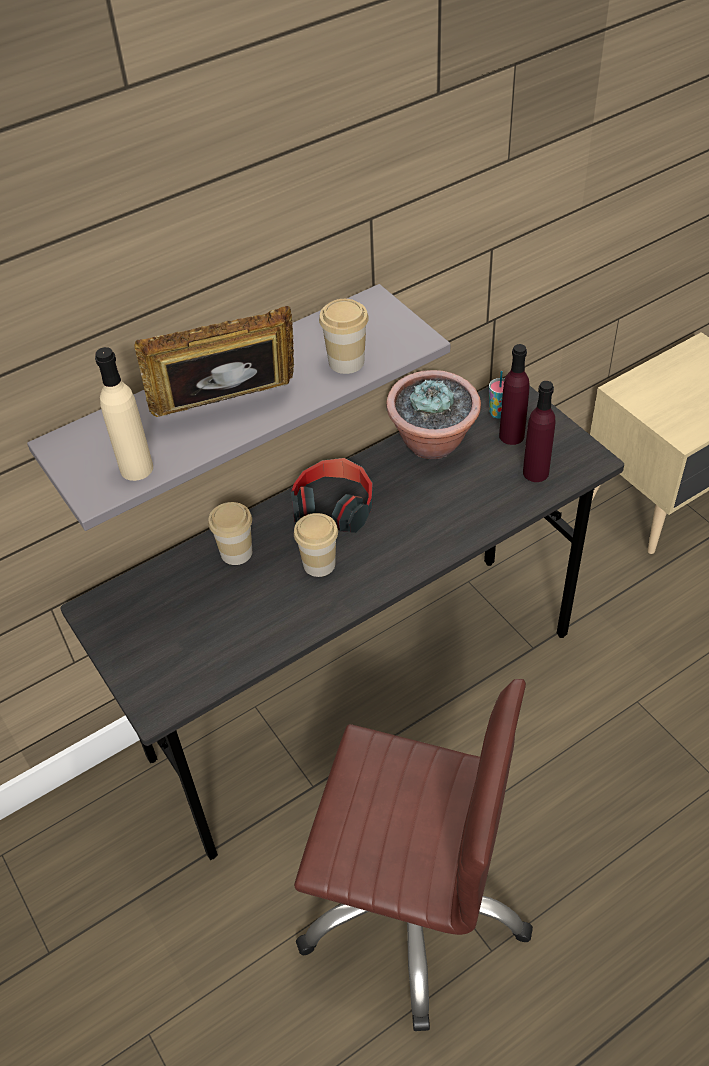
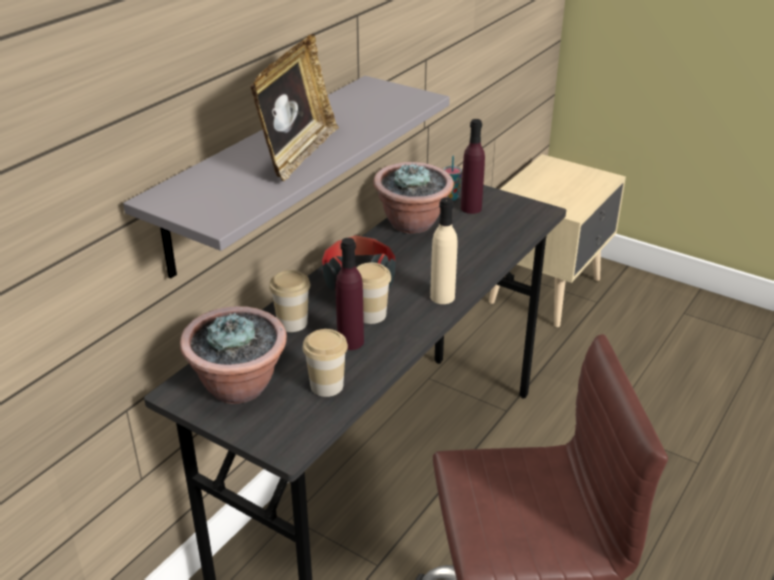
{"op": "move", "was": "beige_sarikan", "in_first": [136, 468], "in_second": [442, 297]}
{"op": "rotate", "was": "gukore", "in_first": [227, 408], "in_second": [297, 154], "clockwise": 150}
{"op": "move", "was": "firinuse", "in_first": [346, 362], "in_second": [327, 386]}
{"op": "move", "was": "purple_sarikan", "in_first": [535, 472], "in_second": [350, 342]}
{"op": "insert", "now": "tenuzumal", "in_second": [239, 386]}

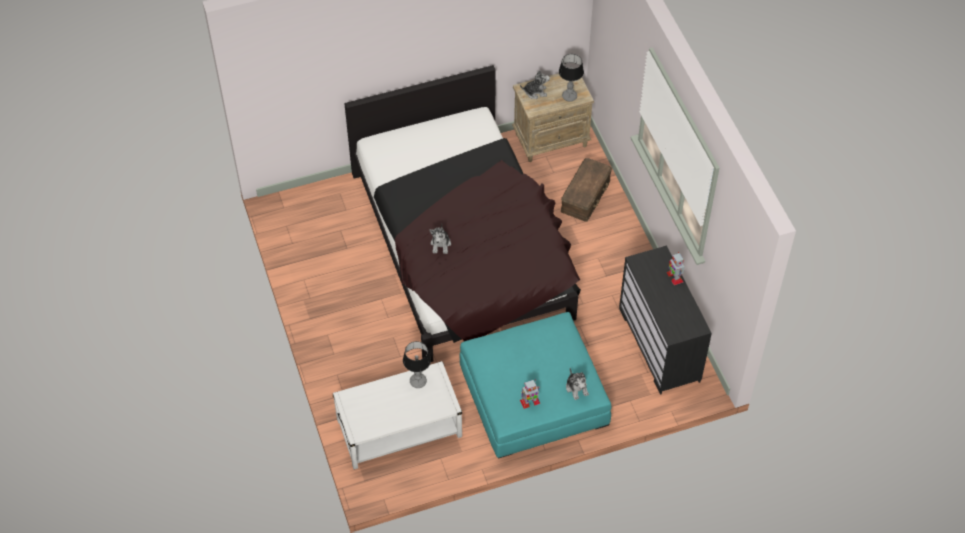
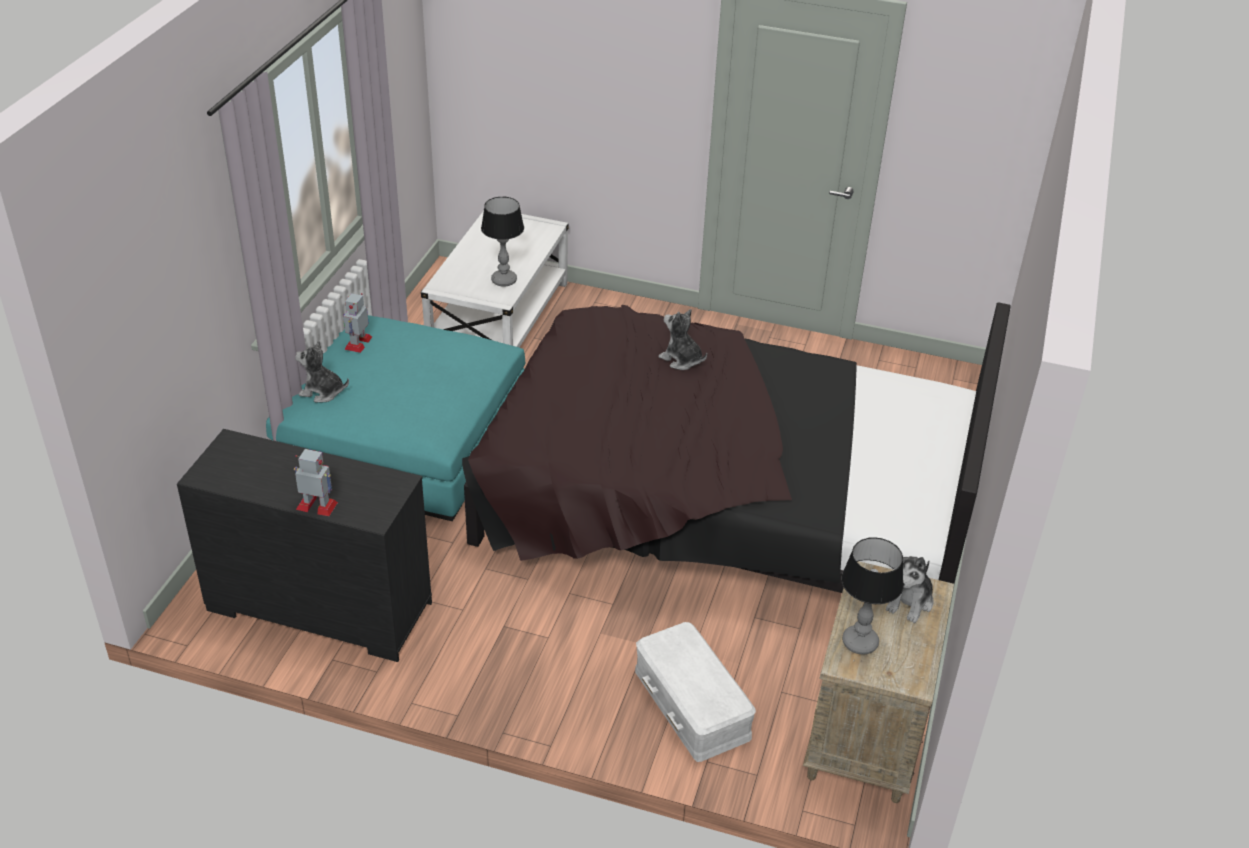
{"op": "recolor", "was": "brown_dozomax", "now": "white_dozomax", "in_first": [585, 195], "in_second": [693, 703]}

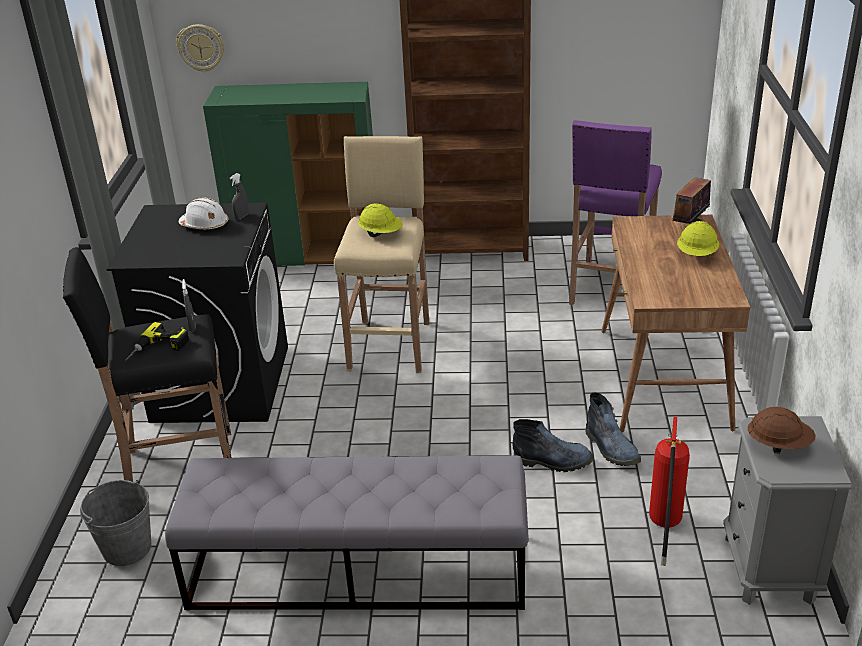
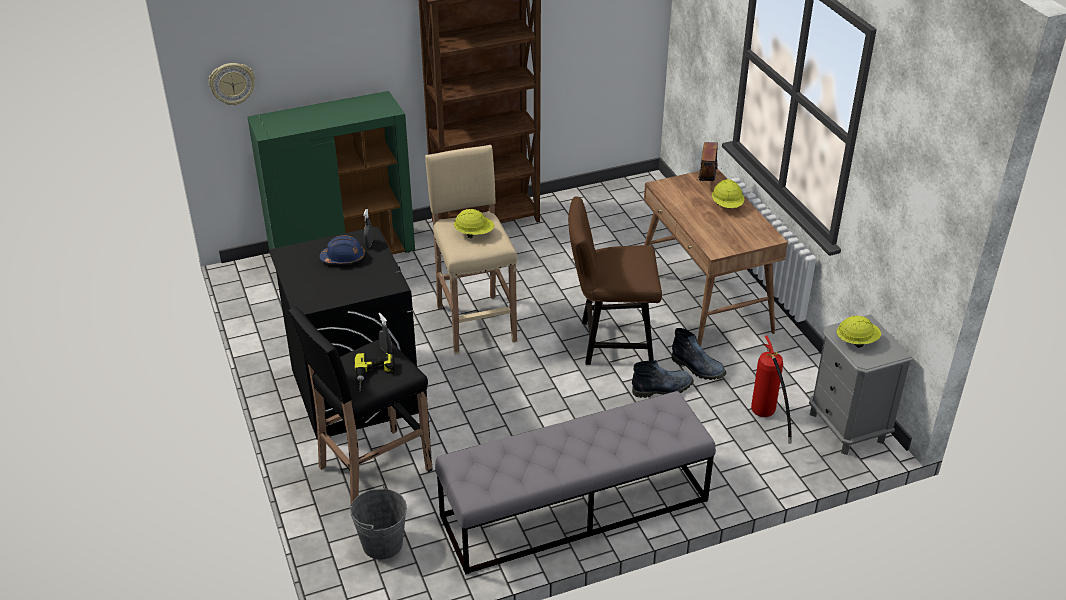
{"op": "recolor", "was": "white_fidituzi", "now": "blue_fidituzi", "in_first": [205, 225], "in_second": [343, 258]}
{"op": "delete", "was": "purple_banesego", "in_first": [609, 289]}
{"op": "recolor", "was": "brown_fidituzi", "now": "yellow_fidituzi", "in_first": [778, 445], "in_second": [856, 341]}
{"op": "insert", "now": "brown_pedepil", "in_second": [610, 342]}

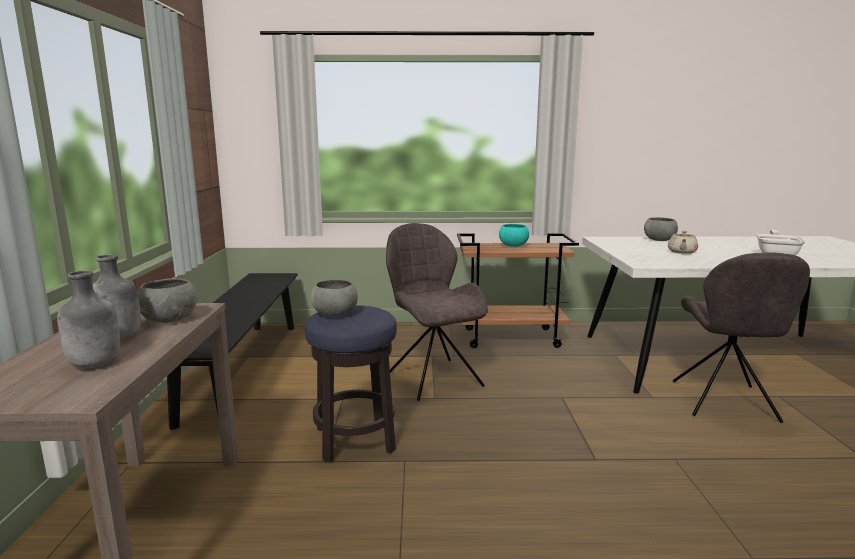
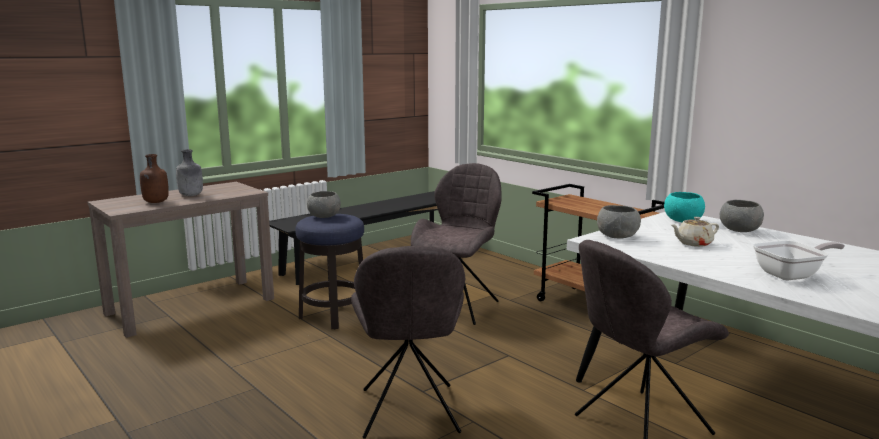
{"op": "recolor", "was": "grey_sarikan", "now": "brown_sarikan", "in_first": [95, 364], "in_second": [155, 202]}
{"op": "move", "was": "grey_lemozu", "in_first": [170, 319], "in_second": [617, 236]}
{"op": "move", "was": "turquoise_lemozu", "in_first": [513, 245], "in_second": [683, 220]}
{"op": "insert", "now": "grey_pedepil", "in_second": [409, 413]}

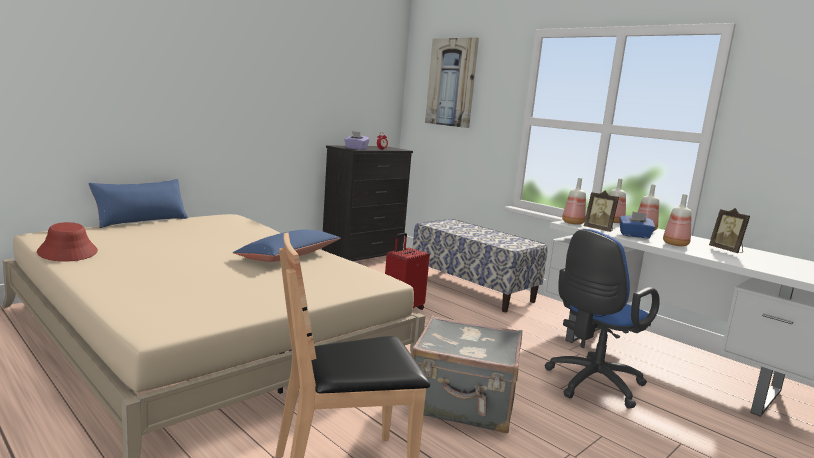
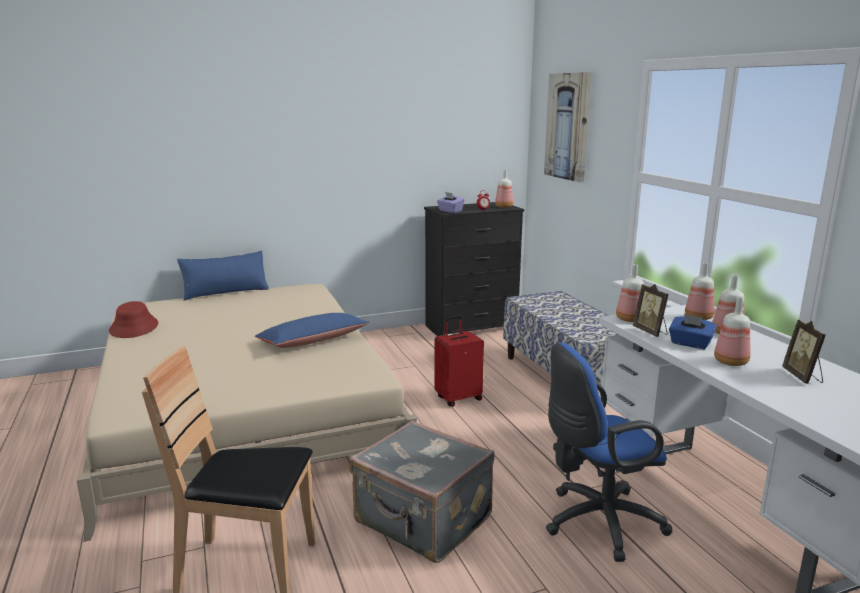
{"op": "insert", "now": "sarikan", "in_second": [504, 207]}

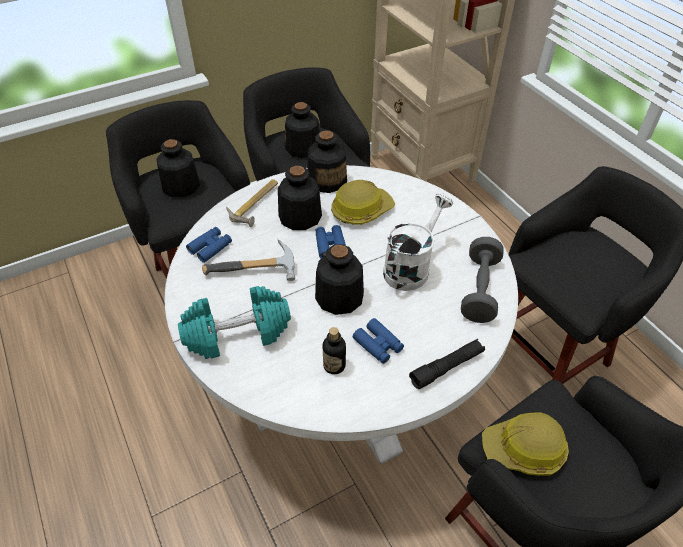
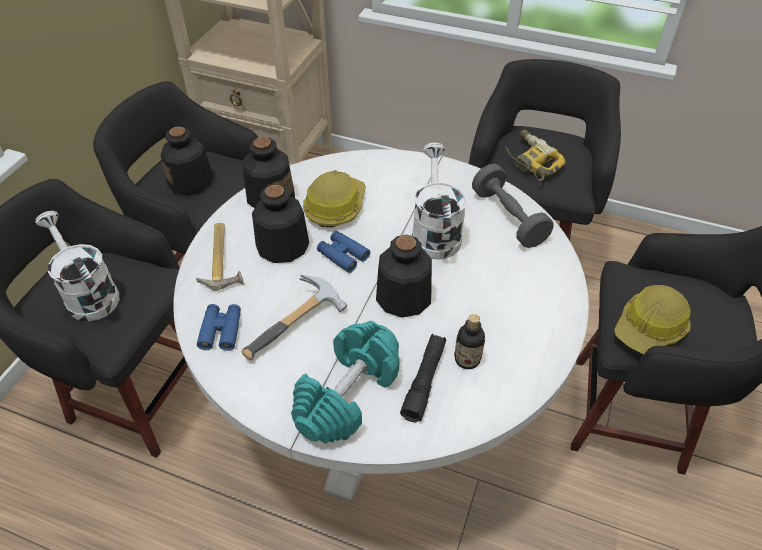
{"op": "replace", "was": "sarikan", "now": "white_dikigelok", "in_first": [181, 186], "in_second": [88, 294]}
{"op": "delete", "was": "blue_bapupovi", "in_first": [378, 345]}
{"op": "move", "was": "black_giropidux", "in_first": [447, 367], "in_second": [424, 381]}
{"op": "insert", "now": "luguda", "in_second": [530, 161]}

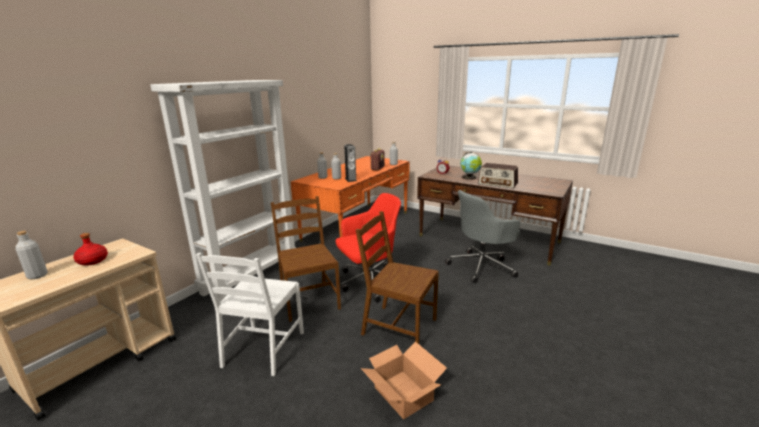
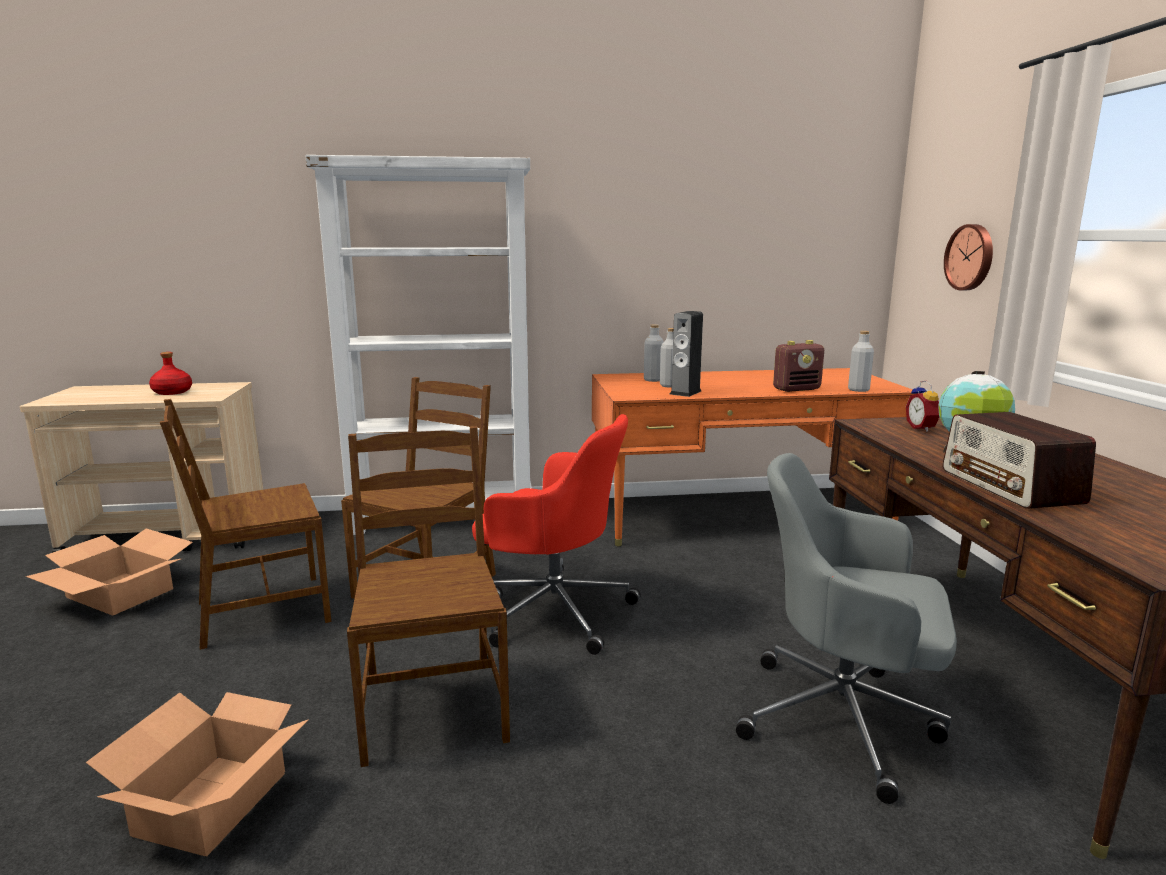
{"op": "delete", "was": "grey_sarikan", "in_first": [37, 275]}
{"op": "recolor", "was": "white_pedepil", "now": "brown_pedepil", "in_first": [263, 349], "in_second": [262, 611]}
{"op": "insert", "now": "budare", "in_second": [120, 593]}
{"op": "insert", "now": "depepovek", "in_second": [971, 257]}

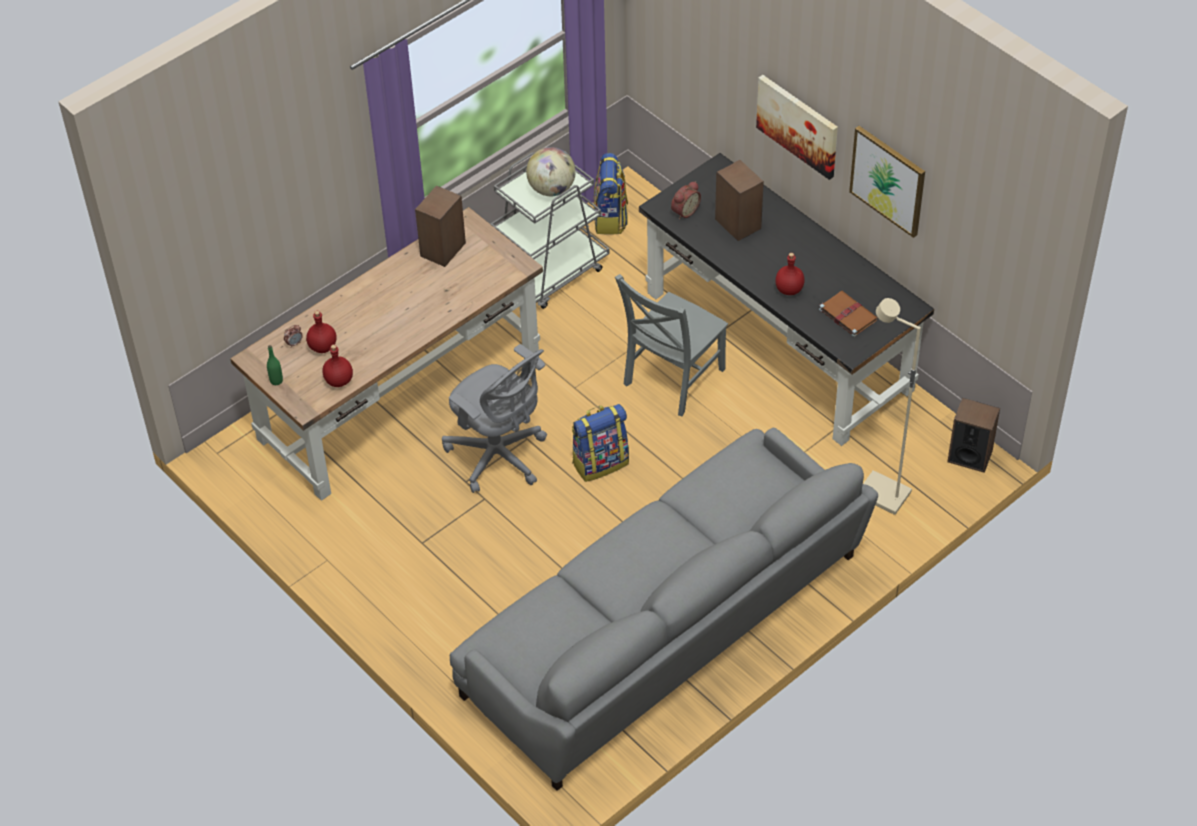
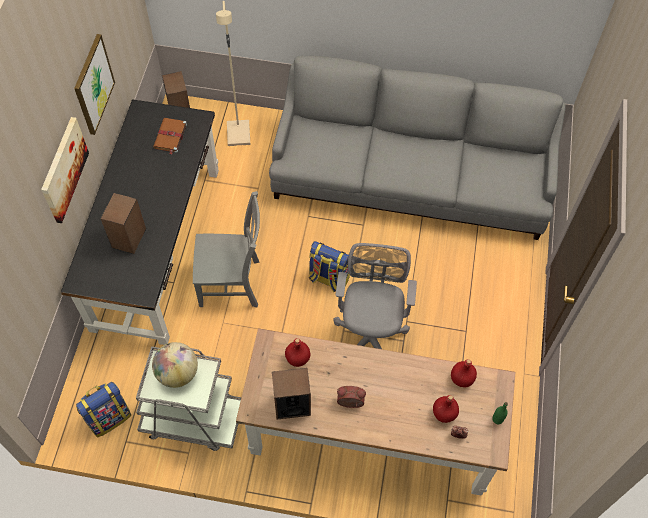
{"op": "move", "was": "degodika", "in_first": [684, 211], "in_second": [350, 403]}
{"op": "move", "was": "red_sarikan", "in_first": [788, 289], "in_second": [297, 358]}

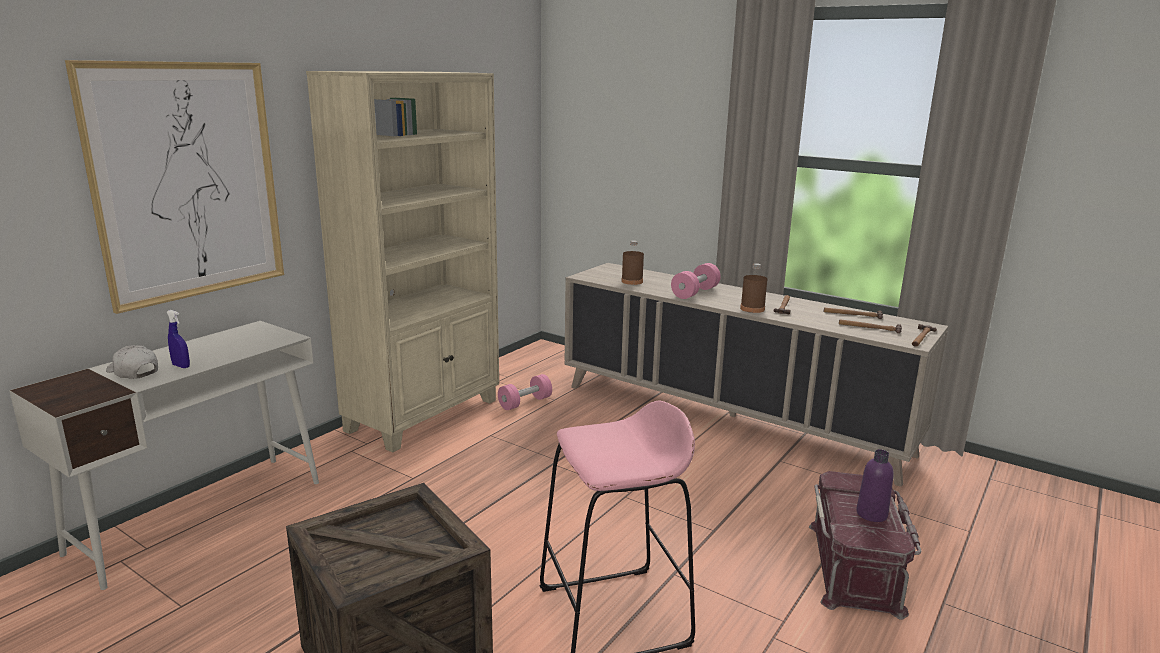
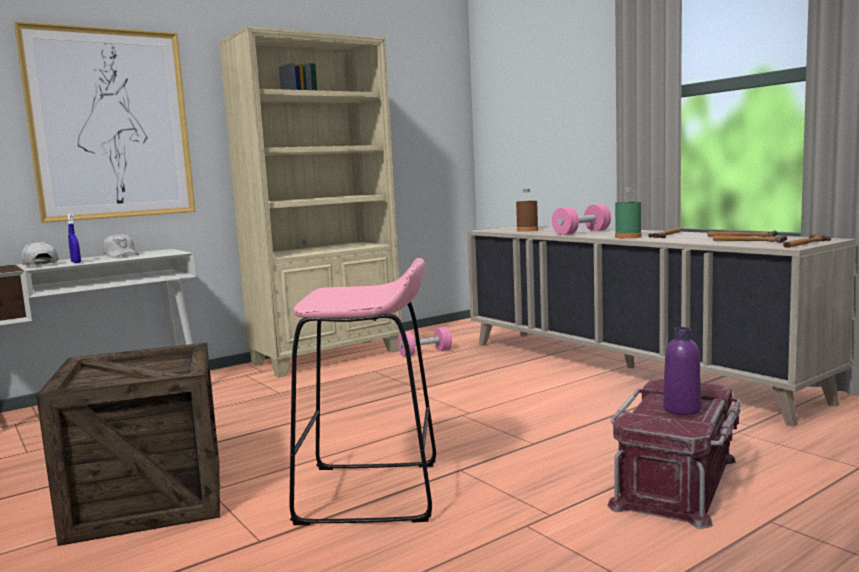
{"op": "recolor", "was": "brown_sarikan", "now": "green_sarikan", "in_first": [752, 309], "in_second": [628, 237]}
{"op": "insert", "now": "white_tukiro", "in_second": [121, 255]}

